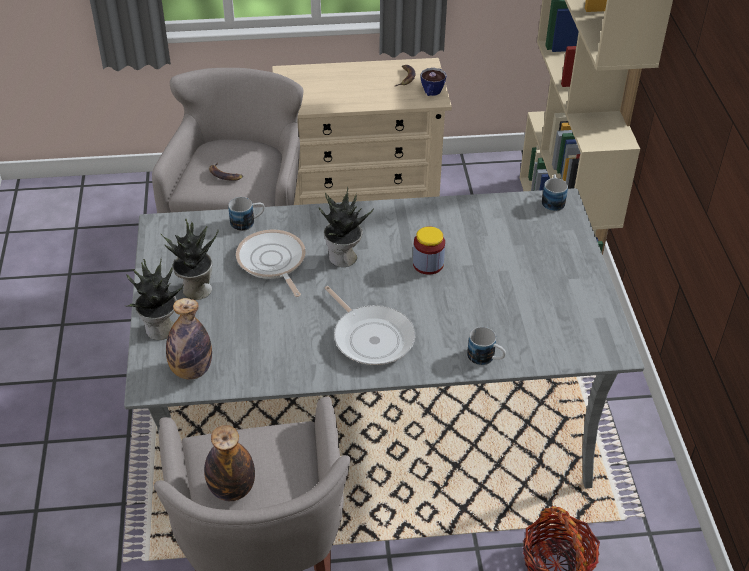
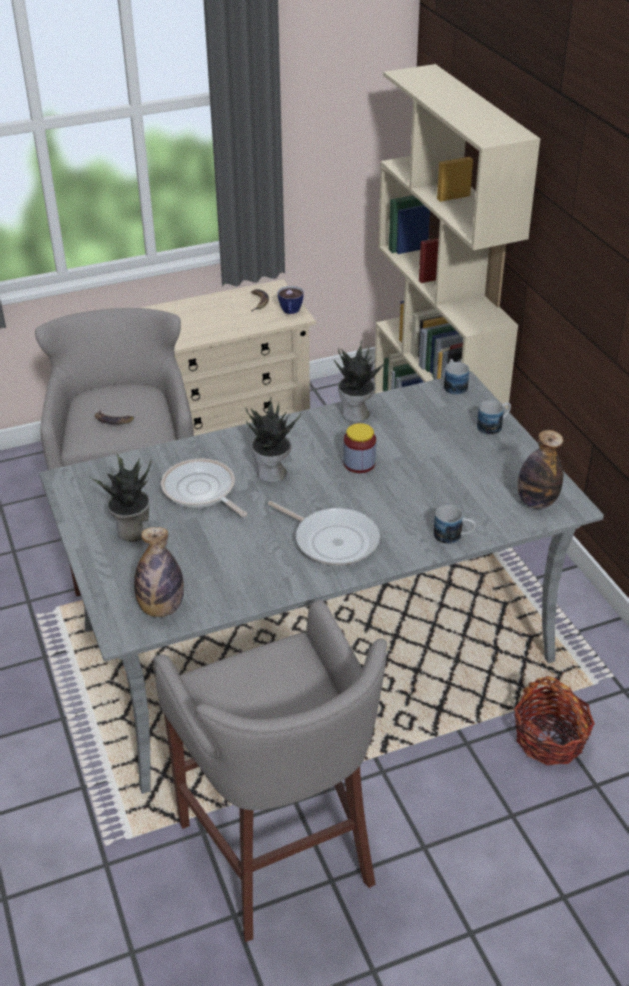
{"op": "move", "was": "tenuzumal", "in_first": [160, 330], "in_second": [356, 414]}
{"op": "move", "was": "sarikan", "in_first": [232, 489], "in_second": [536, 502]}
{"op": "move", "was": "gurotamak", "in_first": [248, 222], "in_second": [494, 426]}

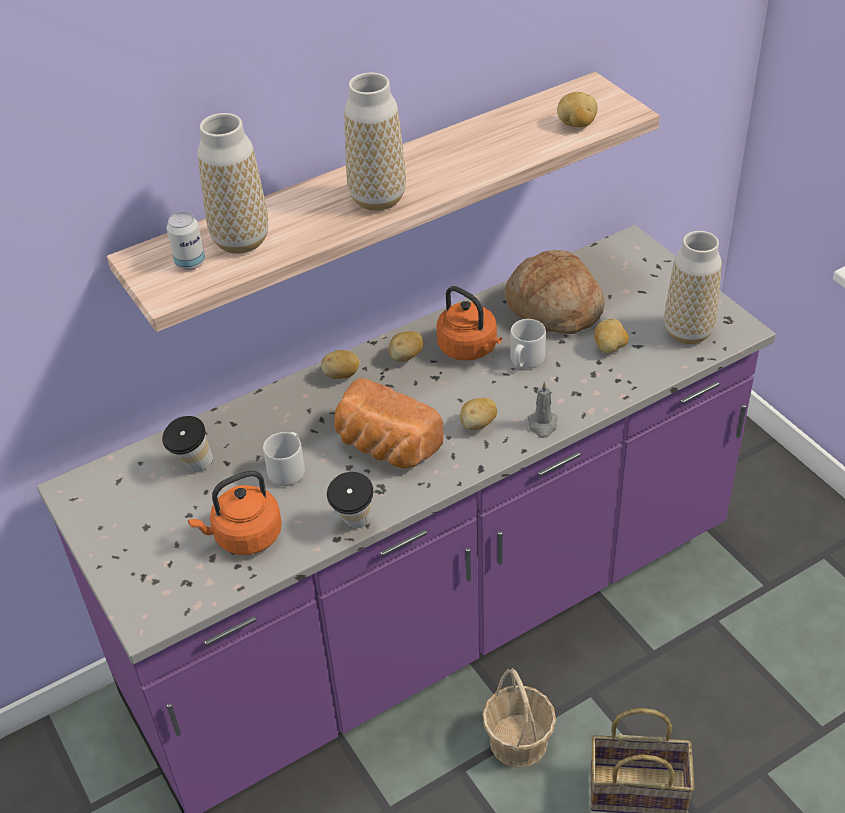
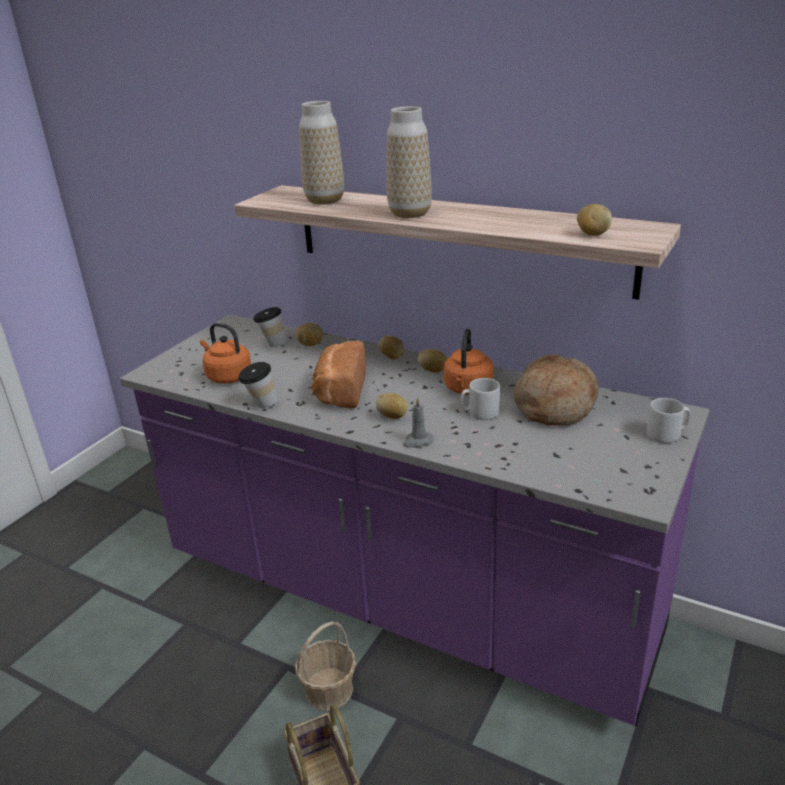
{"op": "delete", "was": "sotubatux", "in_first": [190, 263]}
{"op": "move", "was": "grey_gurotamak", "in_first": [288, 469], "in_second": [667, 434]}
{"op": "move", "was": "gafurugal", "in_first": [610, 348], "in_second": [310, 344]}
{"op": "delete", "was": "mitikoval", "in_first": [688, 332]}

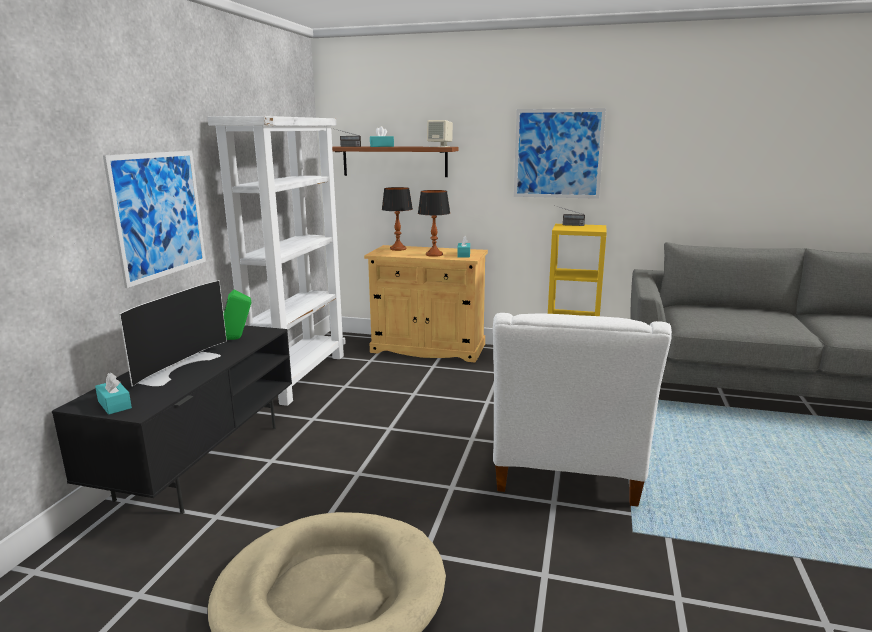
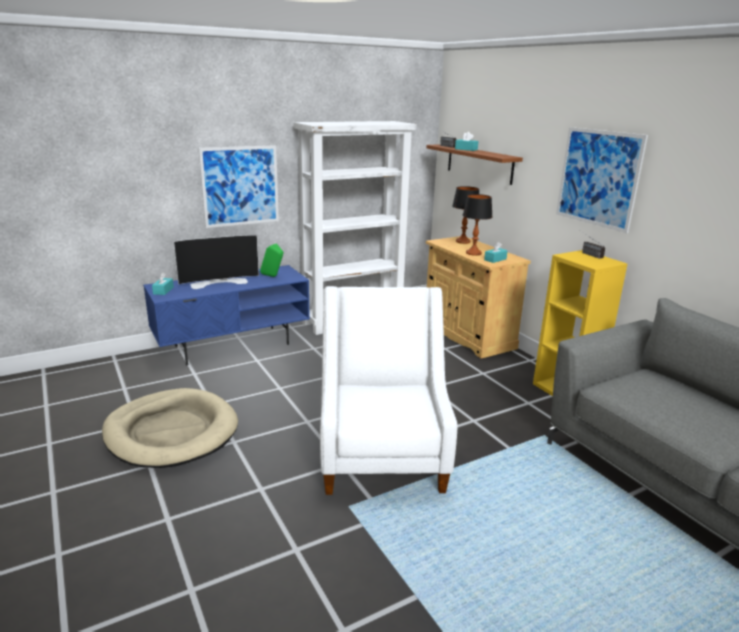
{"op": "recolor", "was": "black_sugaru", "now": "blue_sugaru", "in_first": [202, 459], "in_second": [233, 344]}
{"op": "delete", "was": "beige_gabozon", "in_first": [440, 146]}
{"op": "rotate", "was": "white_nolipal", "in_first": [565, 474], "in_second": [382, 454], "clockwise": 120}

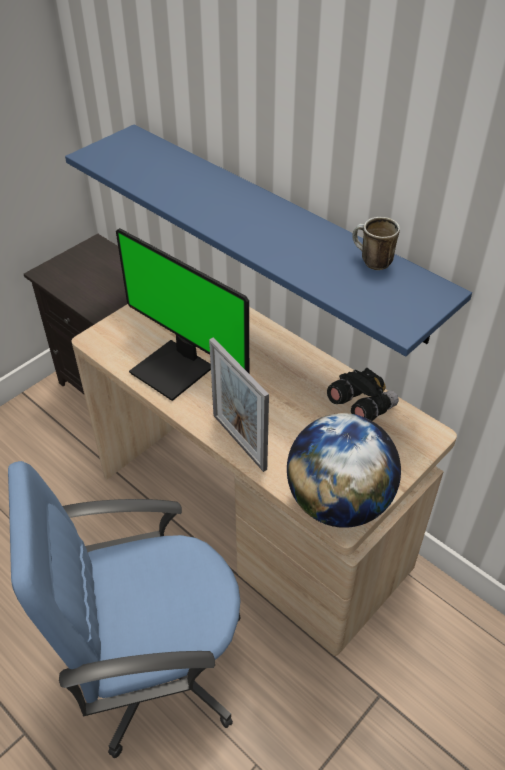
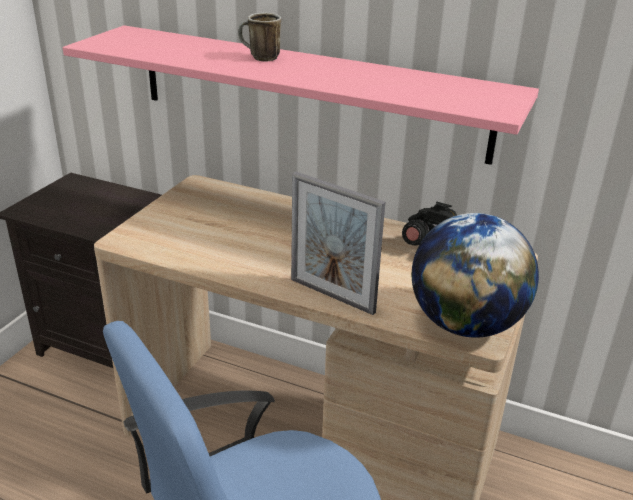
{"op": "recolor", "was": "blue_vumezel", "now": "pink_vumezel", "in_first": [278, 229], "in_second": [308, 92]}
{"op": "delete", "was": "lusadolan", "in_first": [175, 369]}
{"op": "move", "was": "gurotamak", "in_first": [370, 262], "in_second": [259, 58]}

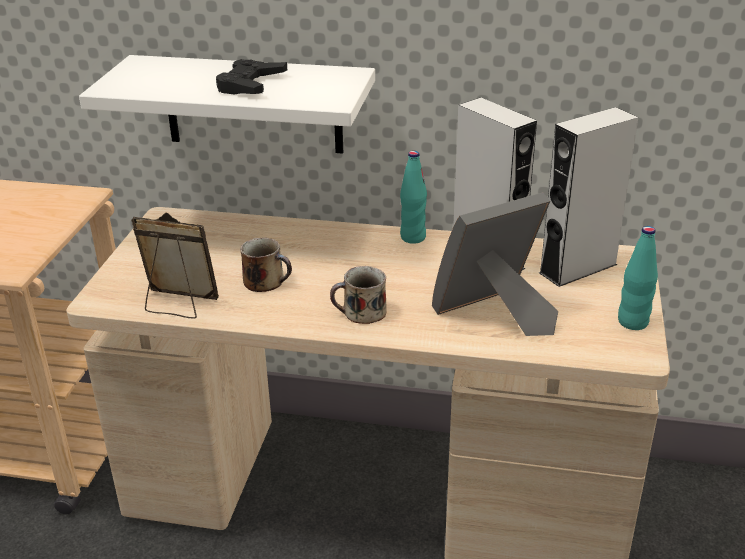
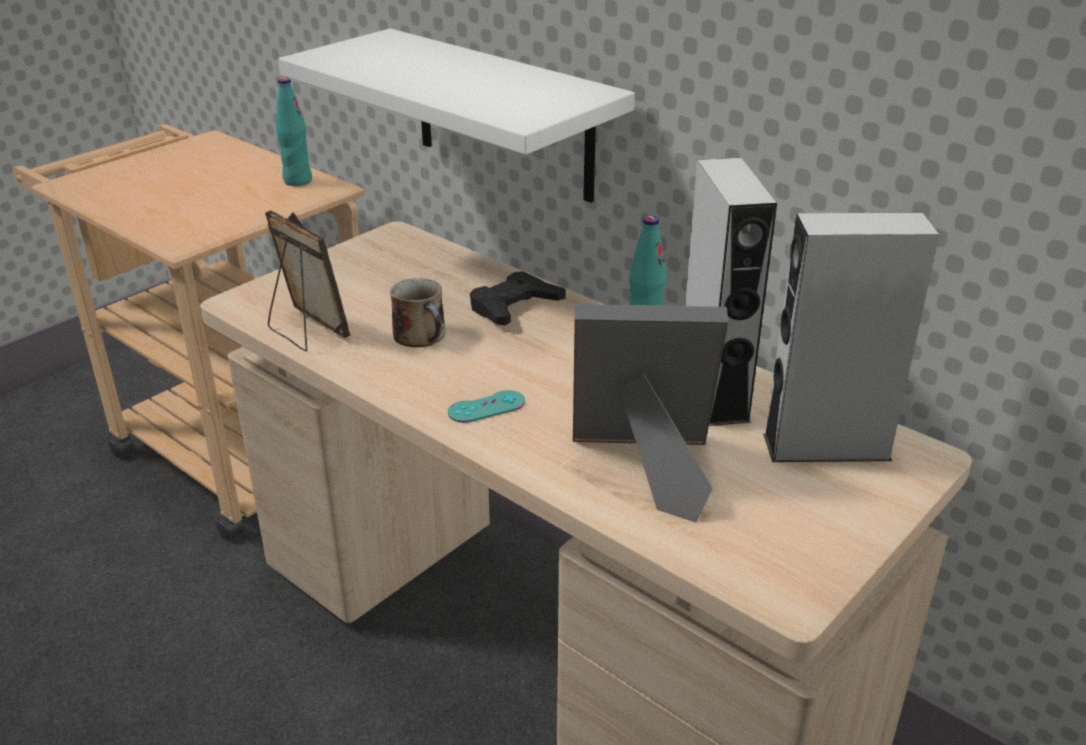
{"op": "move", "was": "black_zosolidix", "in_first": [250, 84], "in_second": [514, 306]}
{"op": "replace", "was": "gurotamak", "now": "turquoise_zosolidix", "in_first": [362, 312], "in_second": [486, 407]}
{"op": "move", "was": "turquoise_sarikan", "in_first": [632, 322], "in_second": [297, 181]}

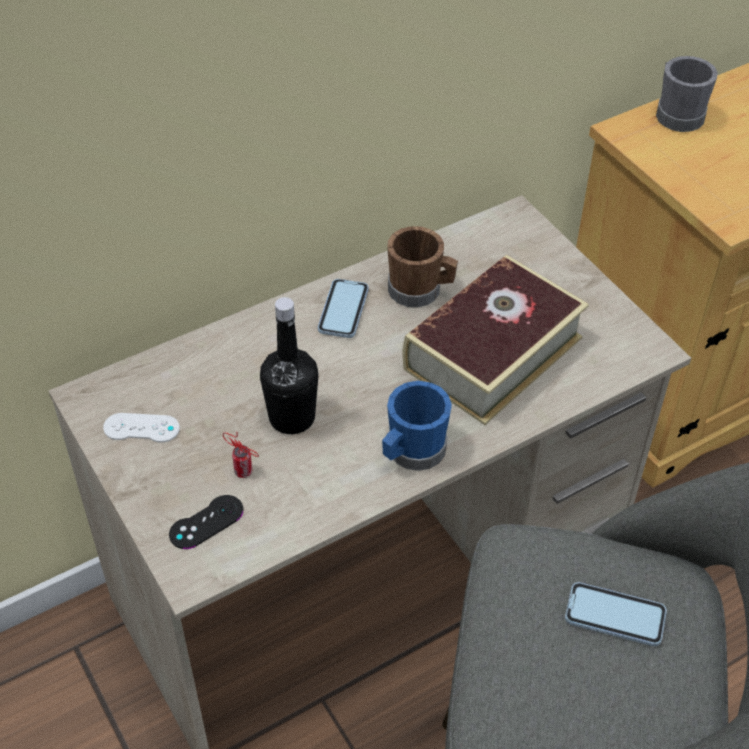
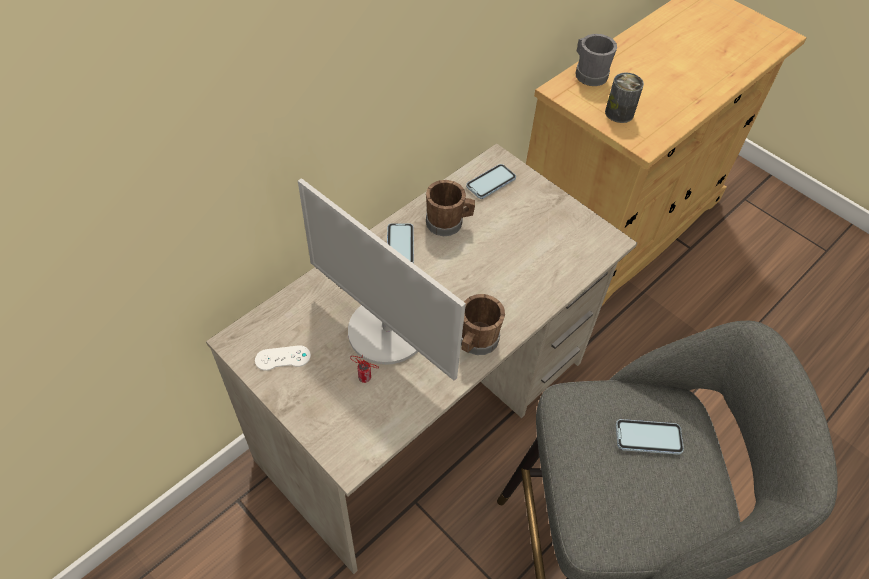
{"op": "delete", "was": "black_zosolidix", "in_first": [206, 522]}
{"op": "replace", "was": "black_sarikan", "now": "lusadolan", "in_first": [292, 418], "in_second": [387, 331]}
{"op": "recolor", "was": "blue_gurotamak", "now": "brown_gurotamak", "in_first": [412, 452], "in_second": [476, 342]}
{"op": "delete", "was": "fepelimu", "in_first": [493, 353]}
{"op": "insert", "now": "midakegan", "in_second": [491, 182]}
{"op": "insert", "now": "sotubatux", "in_second": [619, 113]}

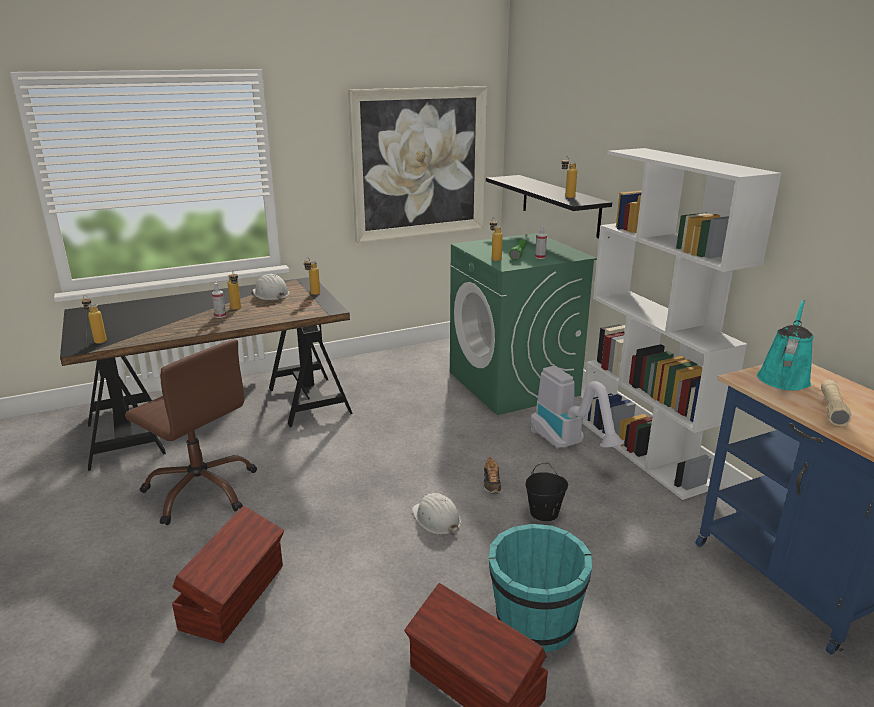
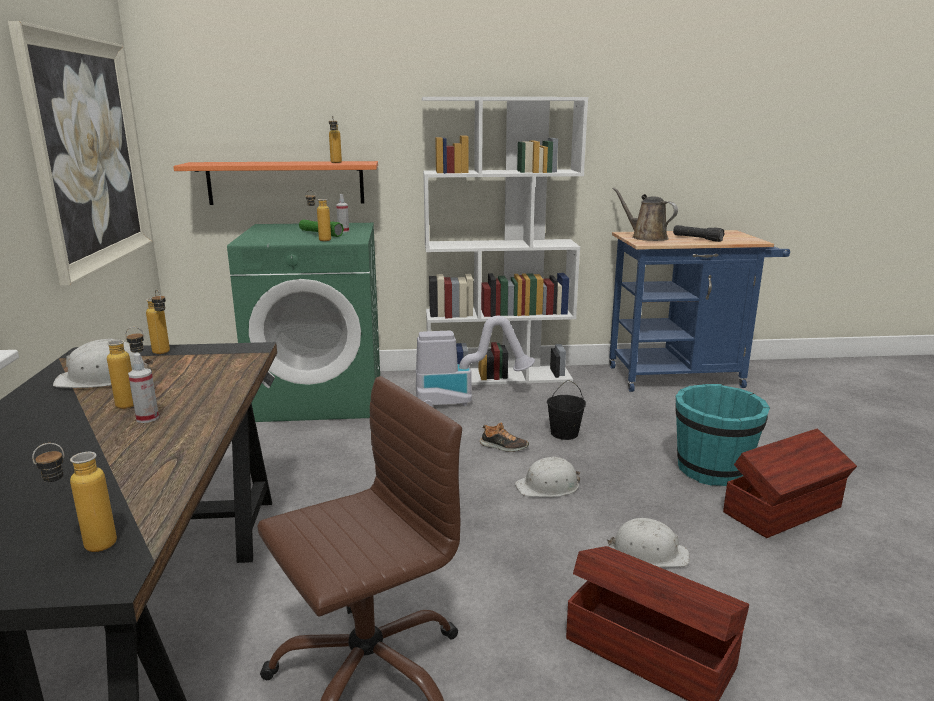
{"op": "recolor", "was": "black_vumezel", "now": "orange_vumezel", "in_first": [560, 205], "in_second": [286, 183]}
{"op": "recolor", "was": "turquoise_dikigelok", "now": "brown_dikigelok", "in_first": [784, 377], "in_second": [646, 237]}
{"op": "recolor", "was": "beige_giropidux", "now": "black_giropidux", "in_first": [831, 409], "in_second": [697, 239]}
{"op": "insert", "now": "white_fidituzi", "in_second": [648, 552]}

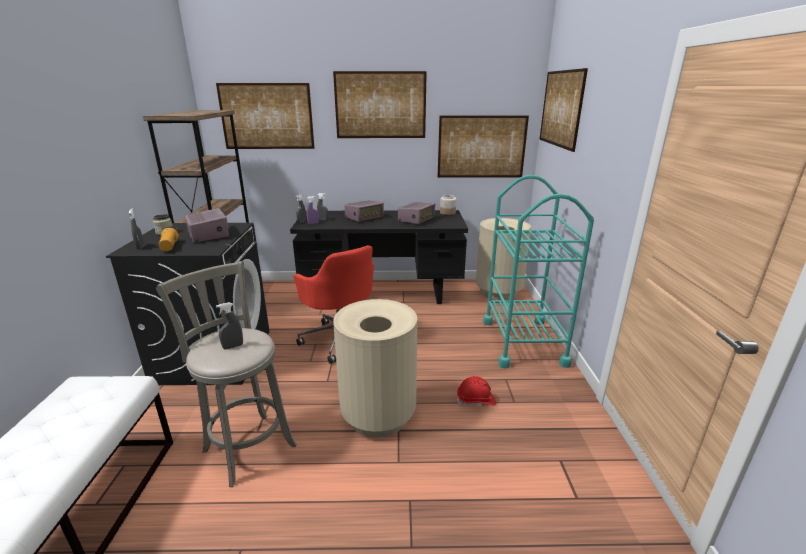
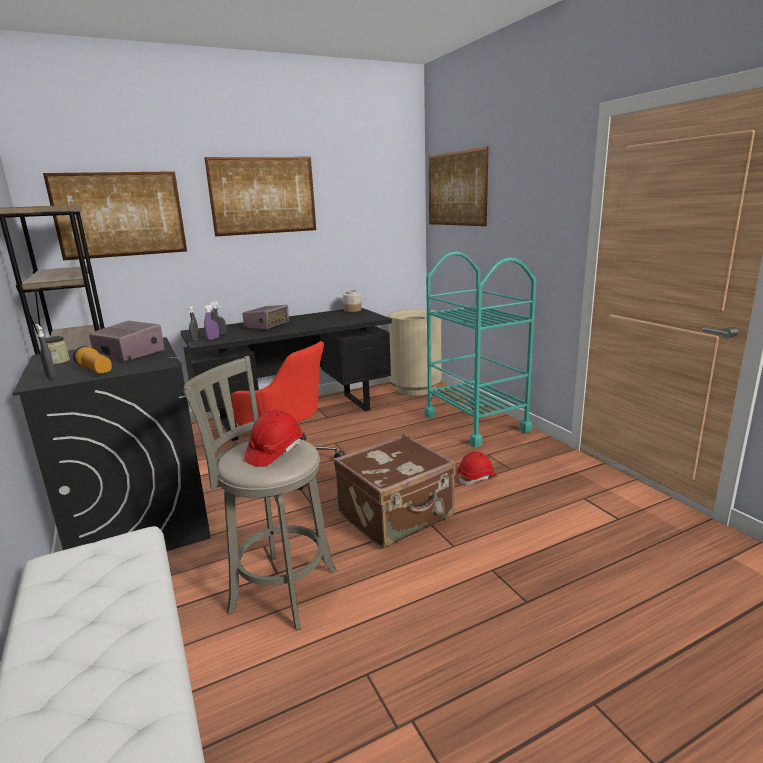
{"op": "replace", "was": "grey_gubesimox", "now": "red_fidituzi", "in_first": [233, 346], "in_second": [274, 452]}
{"op": "replace", "was": "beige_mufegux", "now": "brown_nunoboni", "in_first": [378, 415], "in_second": [397, 516]}
{"op": "delete", "was": "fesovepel", "in_first": [416, 220]}
{"op": "delete", "was": "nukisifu", "in_first": [481, 147]}

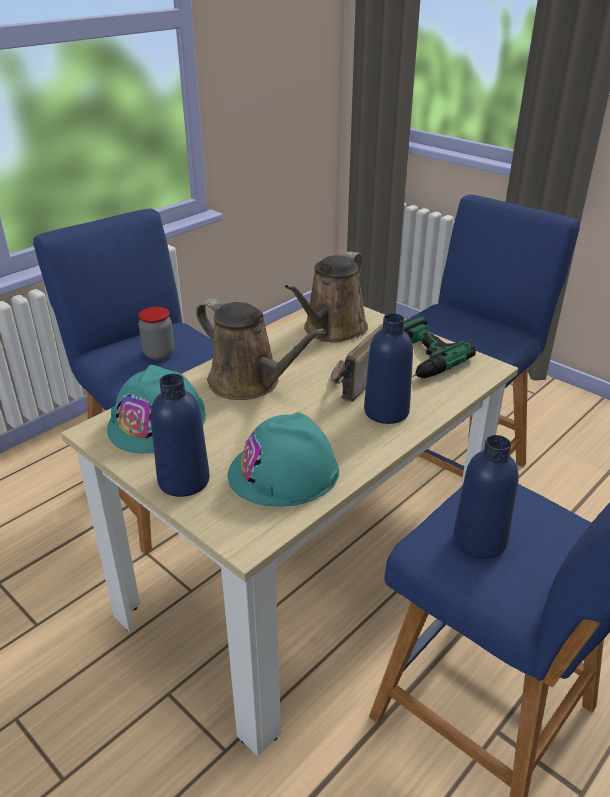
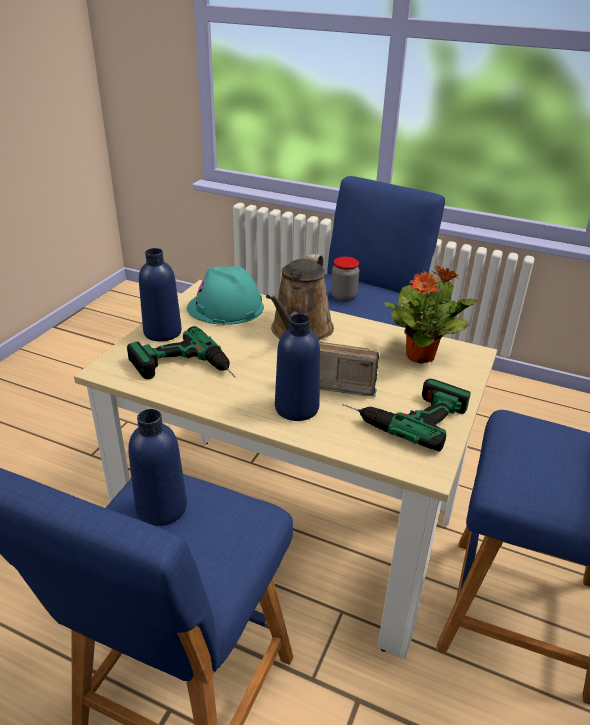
{"op": "replace", "was": "turquoise_fidituzi", "now": "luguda", "in_first": [284, 472], "in_second": [185, 370]}
{"op": "replace", "was": "brown_dikigelok", "now": "tenuzumal", "in_first": [332, 330], "in_second": [421, 356]}

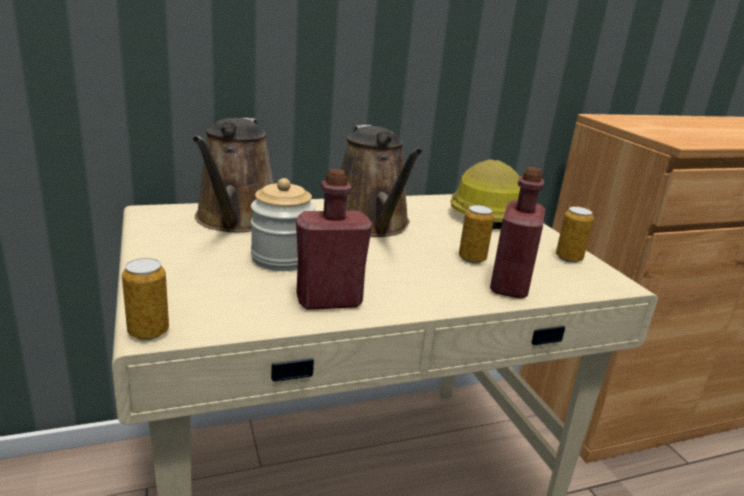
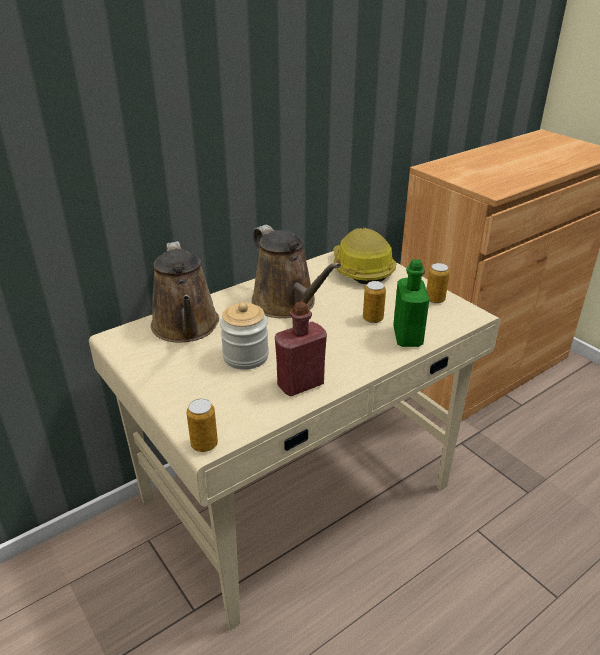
{"op": "recolor", "was": "red_sarikan", "now": "green_sarikan", "in_first": [510, 285], "in_second": [407, 337]}

